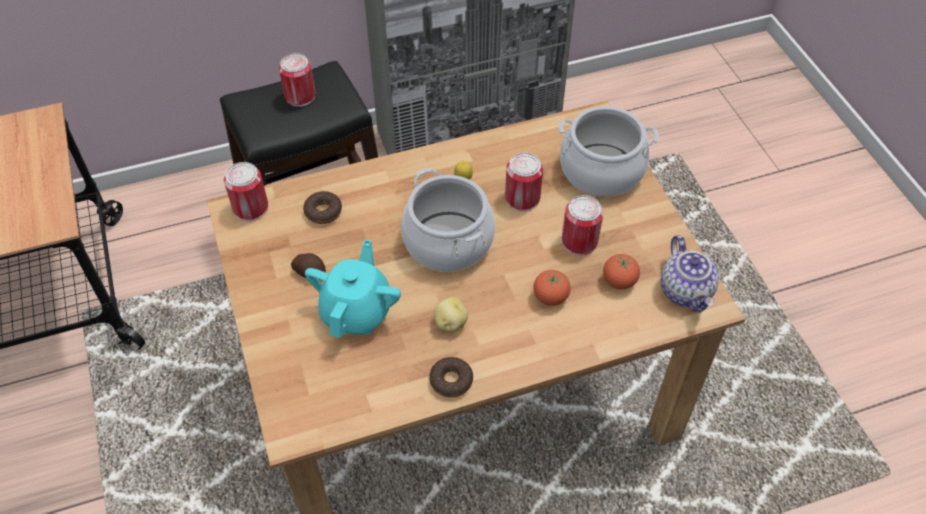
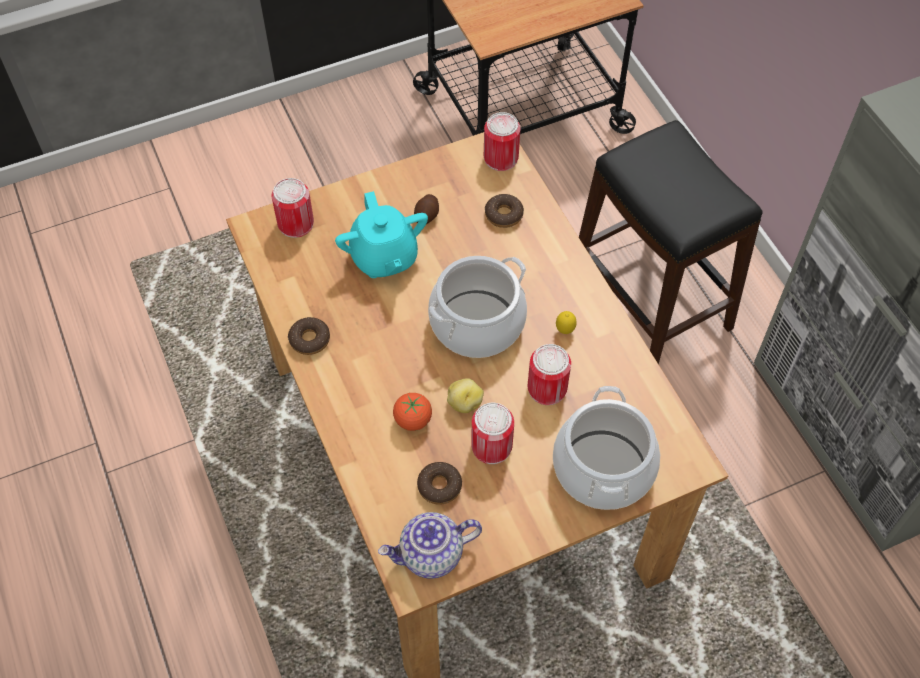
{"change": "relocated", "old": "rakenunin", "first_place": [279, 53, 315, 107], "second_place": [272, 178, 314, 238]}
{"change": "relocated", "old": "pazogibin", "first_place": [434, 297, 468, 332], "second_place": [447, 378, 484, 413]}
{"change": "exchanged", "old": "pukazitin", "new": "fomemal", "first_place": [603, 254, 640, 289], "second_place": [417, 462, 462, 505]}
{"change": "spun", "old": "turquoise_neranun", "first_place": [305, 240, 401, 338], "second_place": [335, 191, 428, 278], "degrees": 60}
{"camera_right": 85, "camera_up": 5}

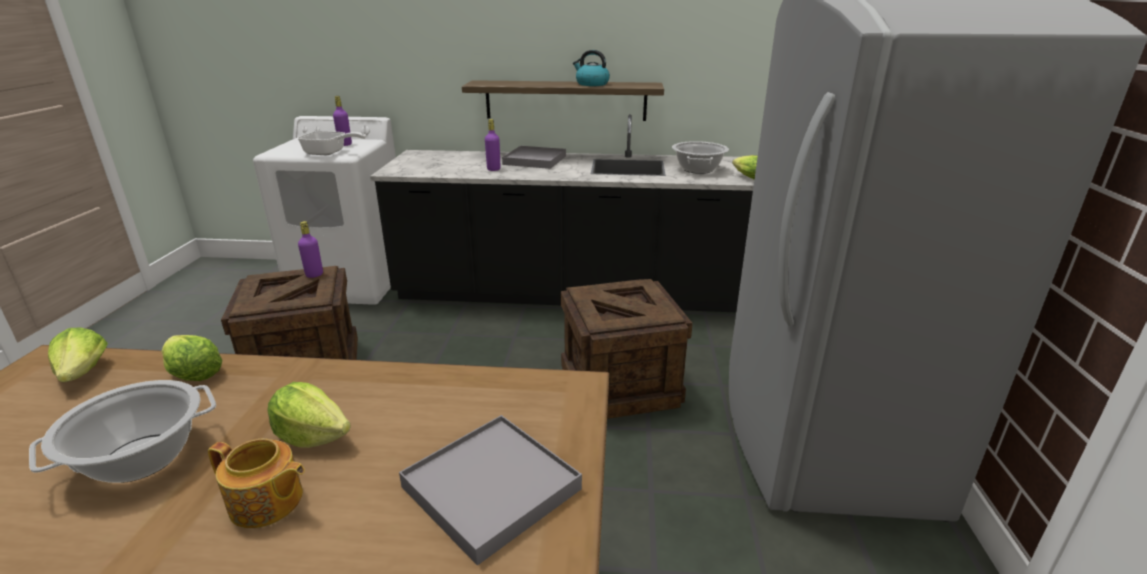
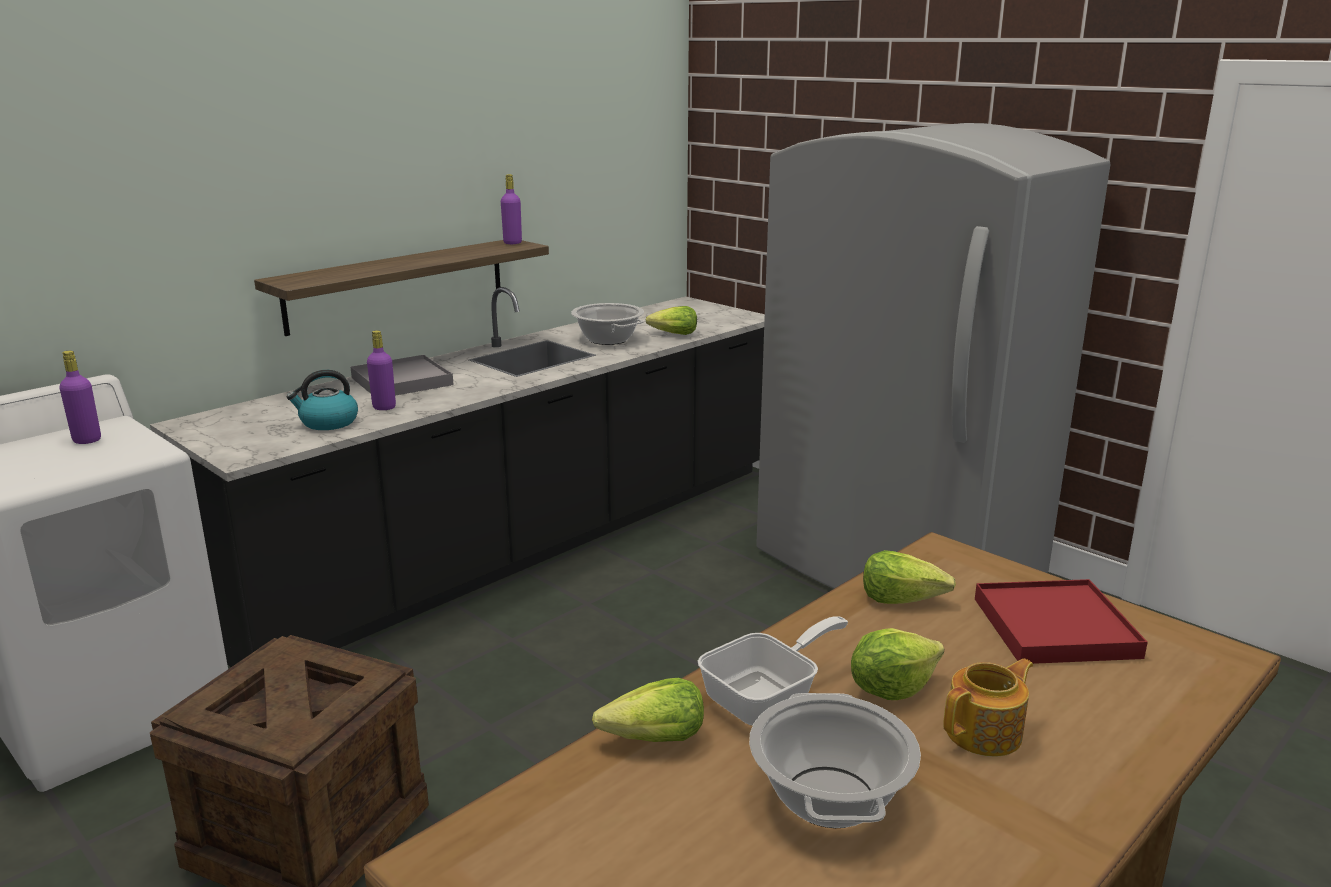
{"change": "missing", "old": "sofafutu", "first_place": [561, 279, 693, 419]}
{"change": "relocated", "old": "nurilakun", "first_place": [48, 328, 108, 382], "second_place": [863, 550, 956, 604]}
{"change": "relocated", "old": "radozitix", "first_place": [297, 131, 366, 155], "second_place": [698, 616, 848, 726]}
{"change": "relocated", "old": "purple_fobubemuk", "first_place": [298, 221, 323, 278], "second_place": [501, 174, 522, 244]}
{"change": "relocated", "old": "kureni", "first_place": [573, 50, 610, 86], "second_place": [286, 370, 358, 430]}
{"change": "colour", "old": "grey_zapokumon", "new": "red_zapokumon", "first_place": [399, 415, 582, 565], "second_place": [975, 579, 1148, 664]}
{"camera_right": -50, "camera_up": -5}

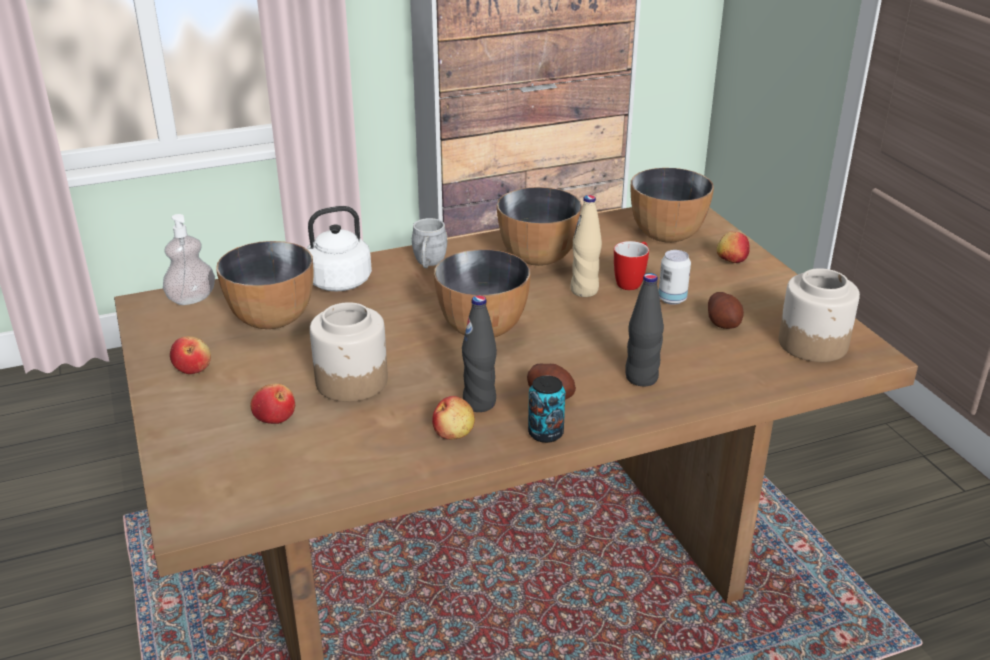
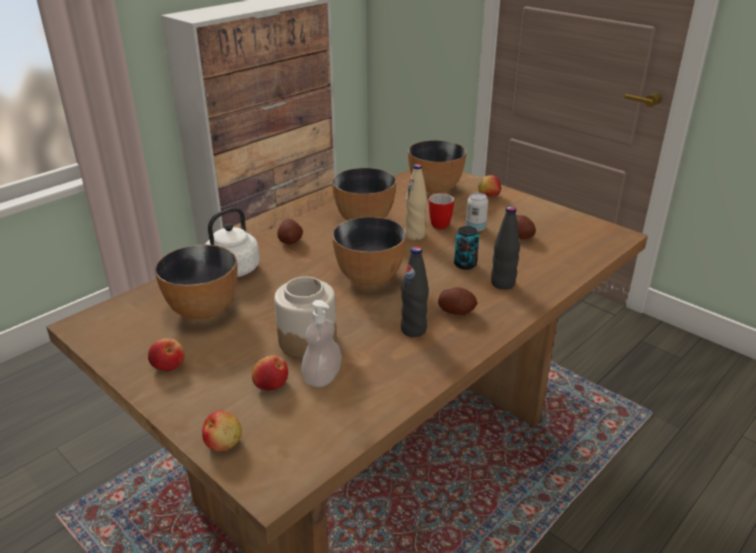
{"change": "missing", "old": "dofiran", "first_place": [779, 268, 860, 362]}
{"change": "relocated", "old": "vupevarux", "first_place": [163, 214, 215, 305], "second_place": [301, 300, 342, 387]}
{"change": "relocated", "old": "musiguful", "first_place": [432, 396, 475, 440], "second_place": [202, 410, 242, 452]}
{"change": "relocated", "old": "rakenunin", "first_place": [528, 375, 565, 443], "second_place": [454, 226, 479, 270]}
{"change": "exchanged", "old": "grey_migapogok", "new": "pazogibin", "first_place": [412, 218, 448, 268], "second_place": [277, 219, 303, 244]}
{"camera_right": -25, "camera_up": 0}

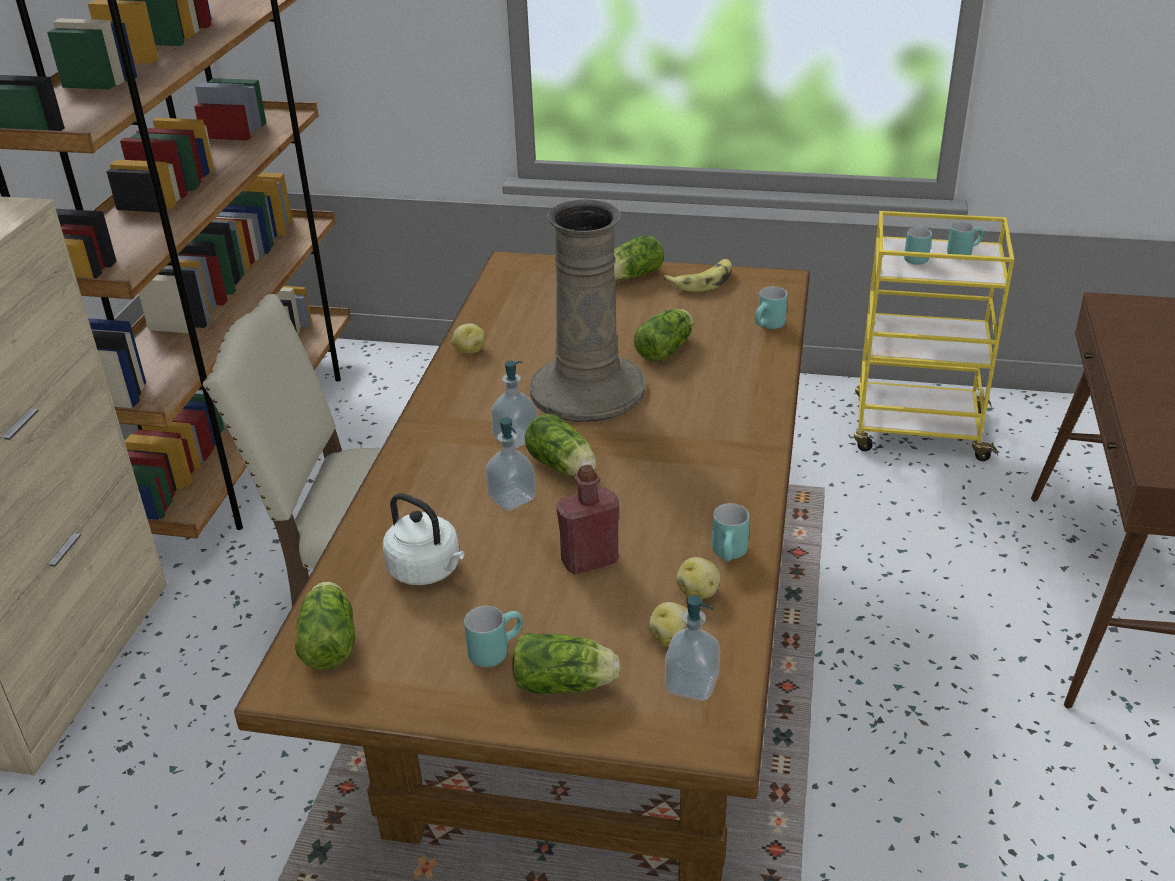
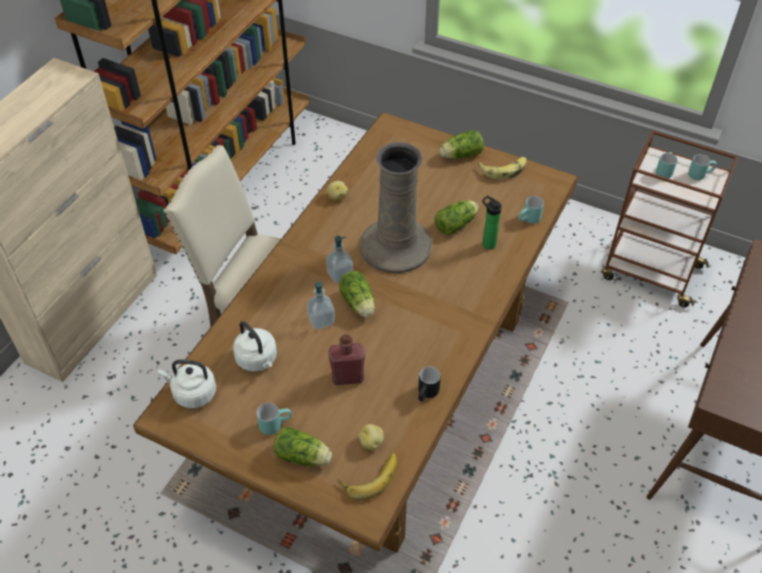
{"change": "missing", "old": "pazogibin", "first_place": [676, 557, 720, 599]}
{"change": "appeared", "new": "fobubemuk", "second_place": [482, 195, 502, 250]}
{"change": "exchanged", "old": "nurilakun", "new": "white_kureni", "first_place": [295, 582, 355, 670], "second_place": [158, 359, 216, 408]}
{"change": "exchanged", "old": "vupevarux", "new": "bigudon", "first_place": [665, 595, 720, 701], "second_place": [338, 453, 397, 500]}
{"change": "colour", "old": "turquoise_migapogok", "new": "black_migapogok", "first_place": [712, 503, 750, 562], "second_place": [418, 367, 441, 401]}
{"change": "colour", "old": "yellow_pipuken", "new": "brown_pipuken", "first_place": [854, 211, 1014, 461], "second_place": [602, 130, 738, 307]}
{"camera_right": 15, "camera_up": 15}

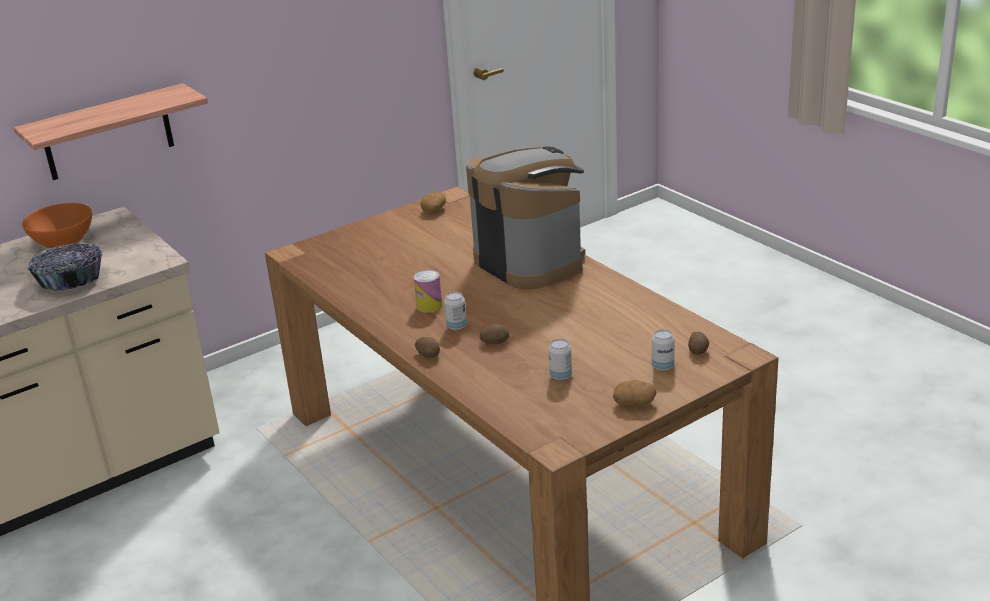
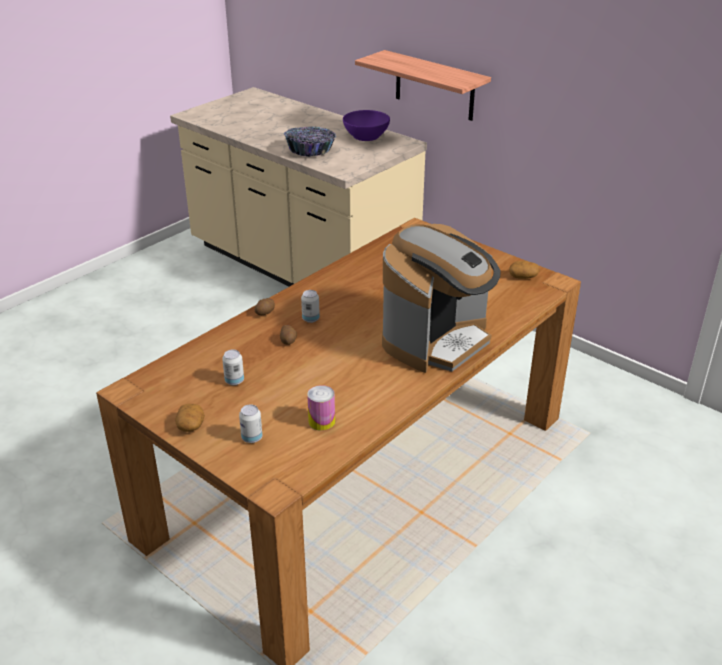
{"change": "missing", "old": "pazogibin", "first_place": [688, 332, 709, 355]}
{"change": "relocated", "old": "rakenunin", "first_place": [413, 270, 442, 313], "second_place": [307, 385, 335, 431]}
{"change": "colour", "old": "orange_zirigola", "new": "purple_zirigola", "first_place": [22, 203, 92, 248], "second_place": [343, 110, 390, 141]}
{"camera_right": 75, "camera_up": 5}

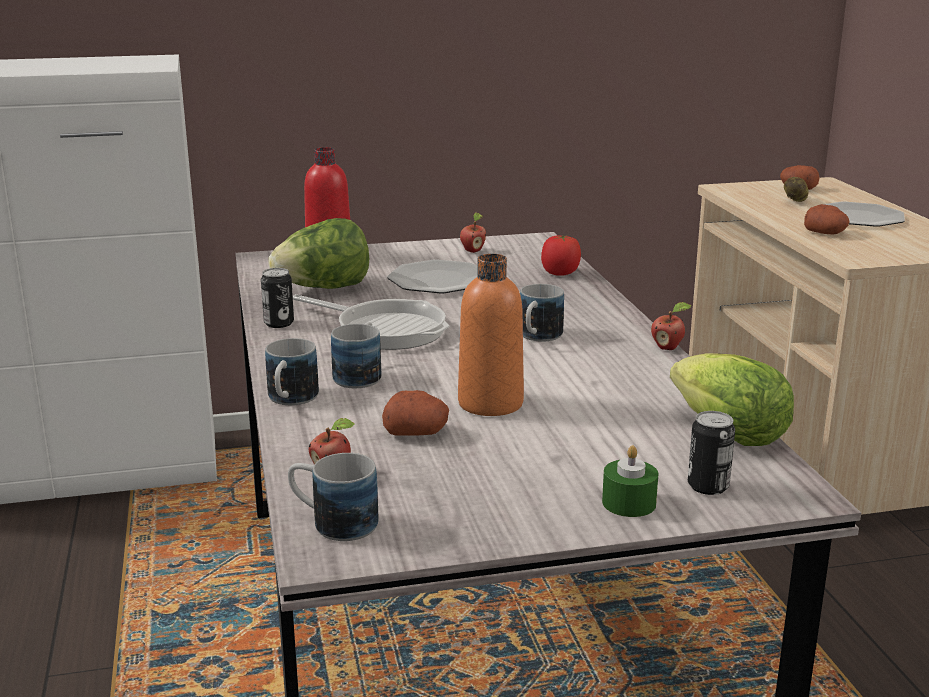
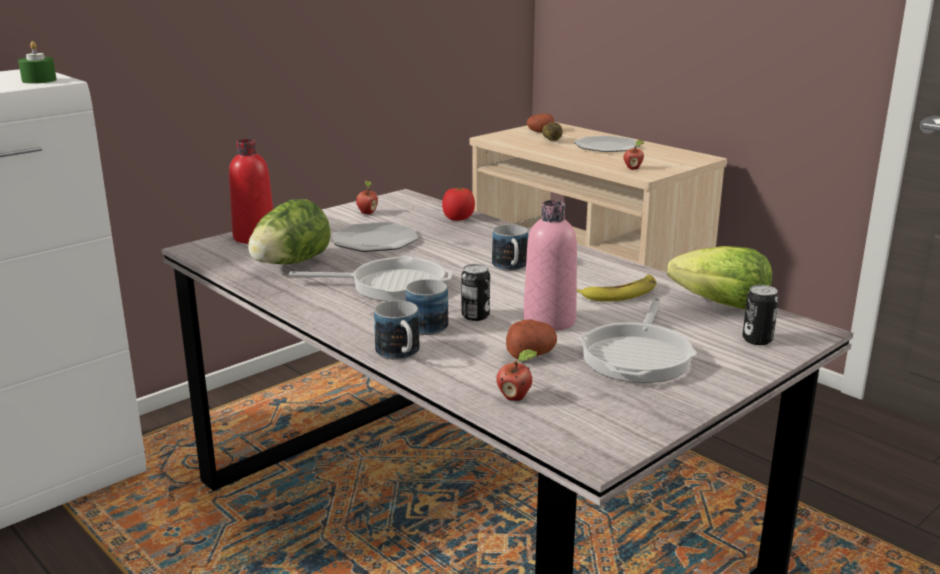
{"change": "missing", "old": "migapogok", "first_place": [288, 453, 379, 541]}
{"change": "missing", "old": "pazogibin", "first_place": [804, 204, 849, 235]}
{"change": "appeared", "new": "bigudon", "second_place": [577, 275, 657, 301]}
{"change": "appeared", "new": "radozitix", "second_place": [580, 298, 697, 383]}
{"change": "relocated", "old": "rakenunin", "first_place": [261, 268, 294, 328], "second_place": [461, 264, 490, 321]}
{"change": "relocated", "old": "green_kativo", "first_place": [602, 445, 659, 517], "second_place": [18, 41, 57, 84]}
{"change": "relocated", "old": "musiguful", "first_place": [651, 302, 691, 350], "second_place": [623, 140, 644, 170]}
{"change": "colour", "old": "orange_fobubemuk", "new": "pink_fobubemuk", "first_place": [458, 254, 524, 416], "second_place": [523, 200, 577, 331]}
{"camera_right": -30, "camera_up": 0}

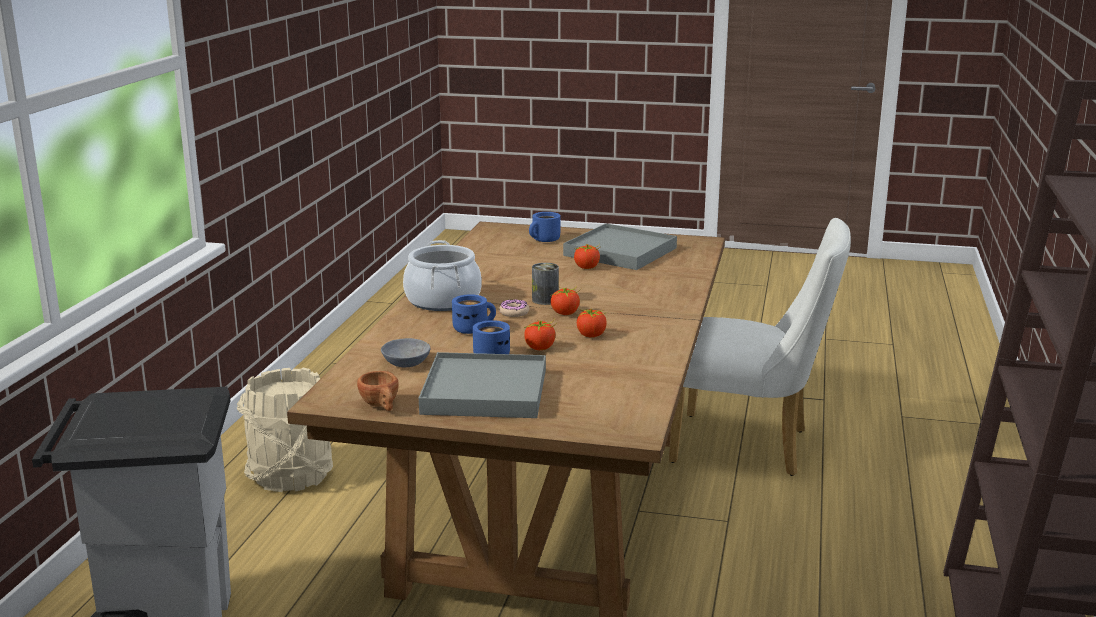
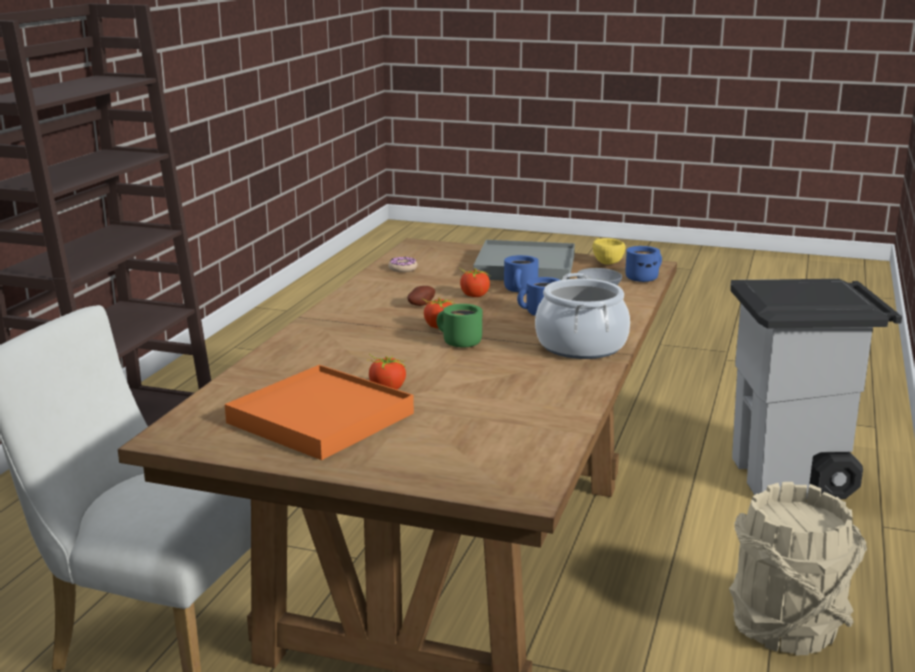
{"change": "relocated", "old": "fomemal", "first_place": [499, 299, 529, 317], "second_place": [388, 257, 417, 272]}
{"change": "relocated", "old": "blue_migapogok", "first_place": [529, 212, 560, 242], "second_place": [626, 246, 662, 282]}
{"change": "exchanged", "old": "rakenunin", "new": "green_migapogok", "first_place": [532, 263, 559, 305], "second_place": [437, 304, 482, 347]}
{"change": "exchanged", "old": "pukazitin", "new": "pazogibin", "first_place": [577, 309, 607, 338], "second_place": [407, 286, 435, 306]}
{"change": "colour", "old": "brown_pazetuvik", "new": "yellow_pazetuvik", "first_place": [357, 371, 399, 411], "second_place": [592, 238, 625, 265]}
{"change": "colour", "old": "grey_zapokumon", "new": "orange_zapokumon", "first_place": [563, 223, 677, 270], "second_place": [225, 365, 414, 460]}
{"camera_right": -175, "camera_up": 0}

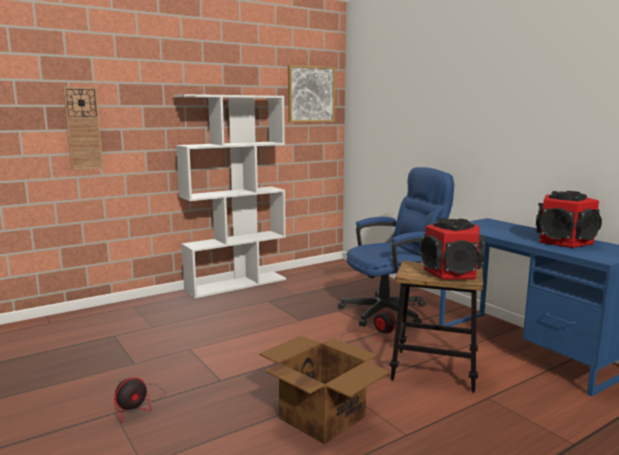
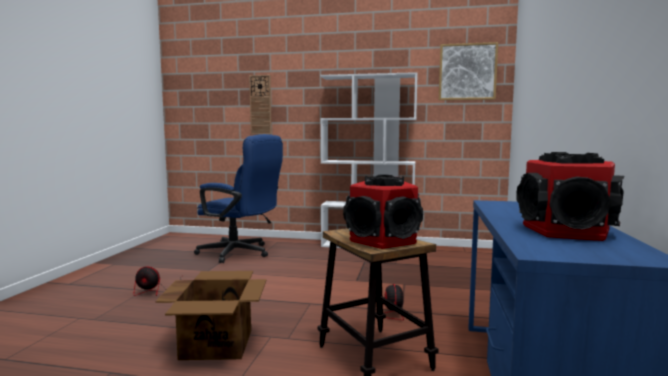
{"change": "relocated", "old": "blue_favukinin", "first_place": [338, 167, 454, 327], "second_place": [194, 134, 283, 263]}
{"camera_right": 45, "camera_up": -5}

